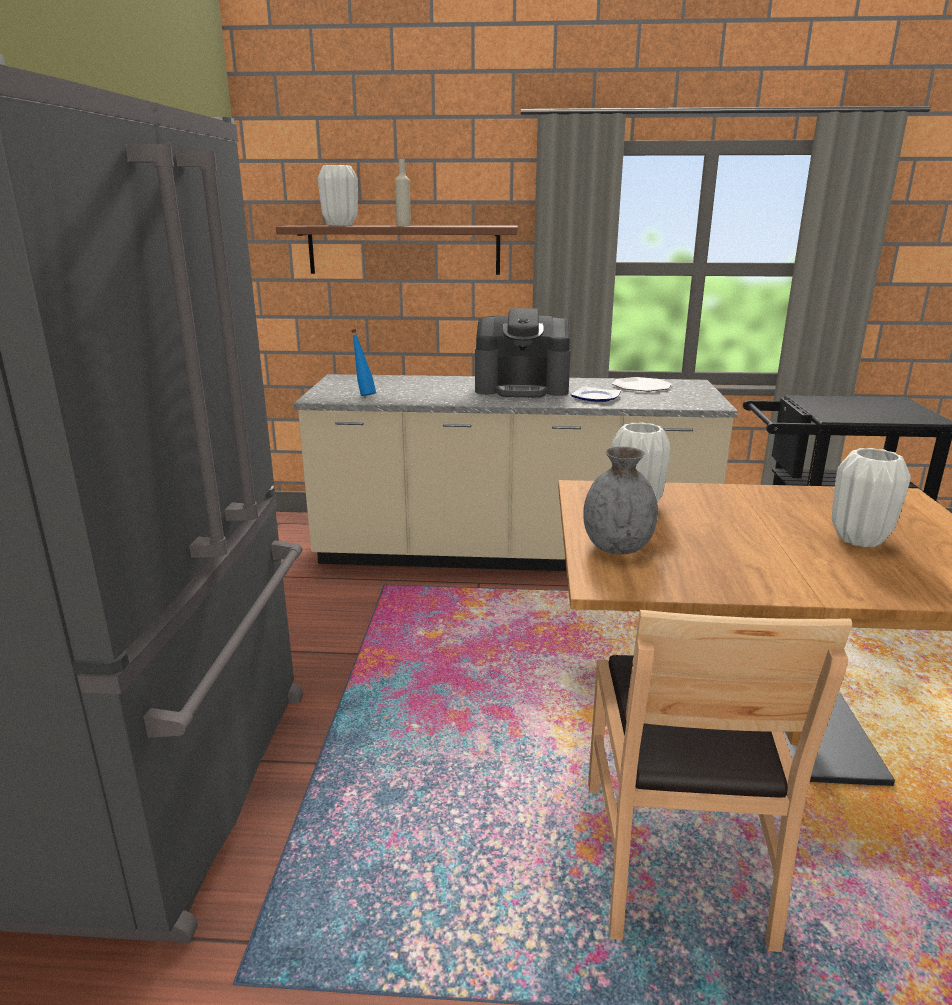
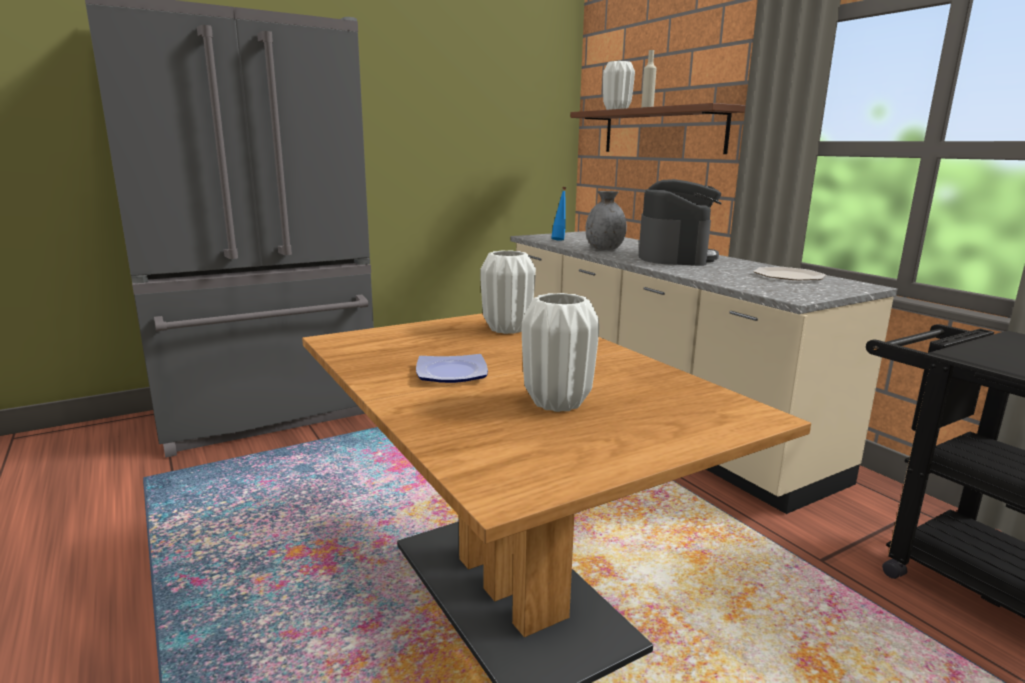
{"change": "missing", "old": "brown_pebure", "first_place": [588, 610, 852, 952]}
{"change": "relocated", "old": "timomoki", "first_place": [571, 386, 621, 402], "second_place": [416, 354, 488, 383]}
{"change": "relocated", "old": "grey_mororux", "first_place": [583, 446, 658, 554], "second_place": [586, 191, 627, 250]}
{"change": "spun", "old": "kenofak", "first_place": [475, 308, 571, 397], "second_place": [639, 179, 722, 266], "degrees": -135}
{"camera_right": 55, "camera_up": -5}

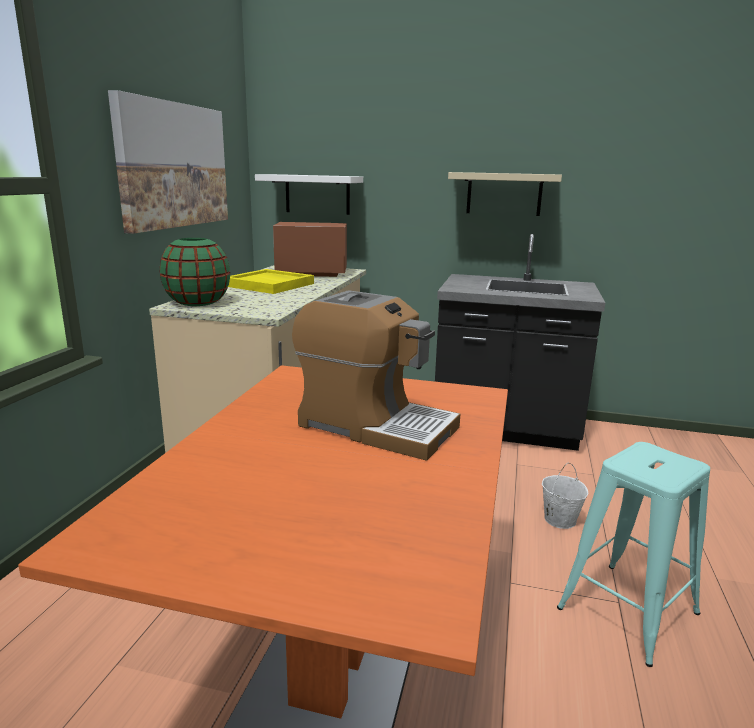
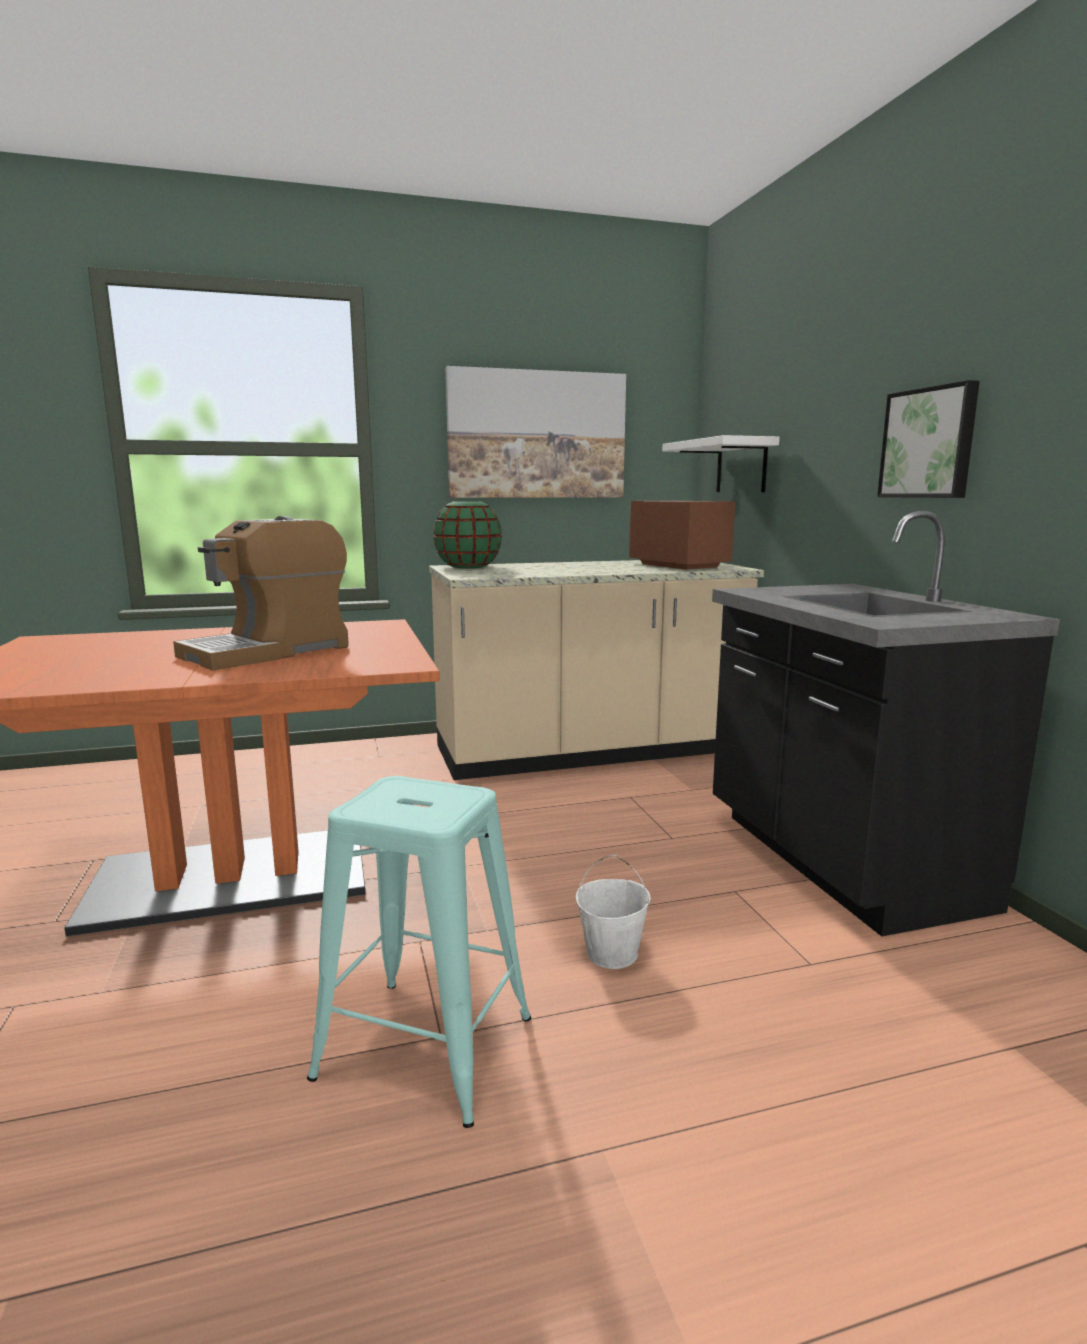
{"change": "missing", "old": "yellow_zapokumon", "first_place": [228, 269, 314, 294]}
{"change": "exchanged", "old": "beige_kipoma", "new": "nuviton", "first_place": [448, 172, 562, 216], "second_place": [877, 380, 980, 498]}
{"change": "spun", "old": "kenofak", "first_place": [292, 290, 460, 461], "second_place": [173, 516, 349, 671], "degrees": 45}
{"camera_right": 60, "camera_up": -5}

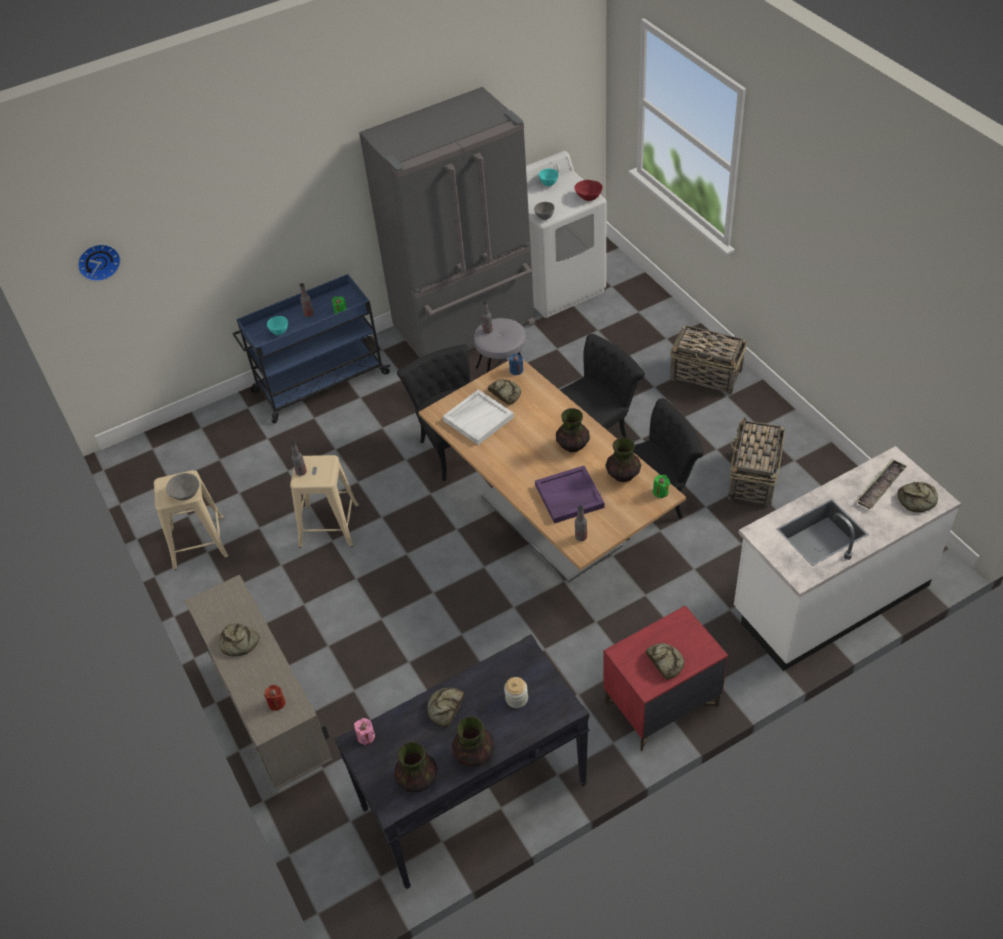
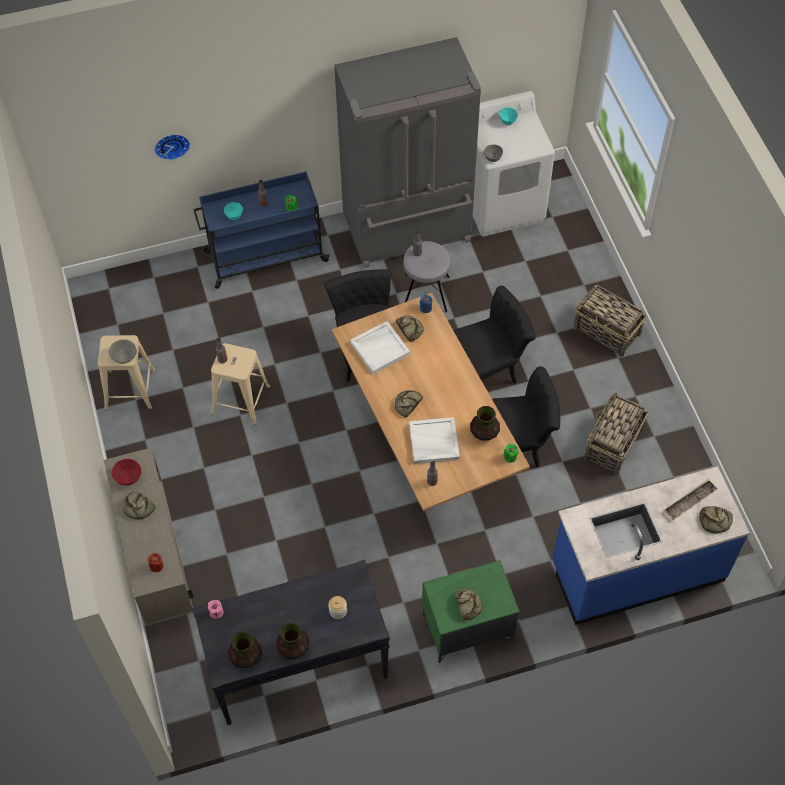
{"change": "missing", "old": "mororux", "first_place": [556, 408, 590, 452]}
{"change": "relocated", "old": "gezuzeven", "first_place": [78, 244, 121, 281], "second_place": [154, 134, 190, 160]}
{"change": "relocated", "old": "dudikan", "first_place": [427, 688, 464, 727], "second_place": [395, 390, 423, 417]}
{"change": "relocated", "old": "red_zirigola", "first_place": [575, 180, 603, 201], "second_place": [112, 459, 142, 485]}
{"change": "colour", "old": "purple_zapokumon", "new": "white_zapokumon", "first_place": [535, 466, 605, 524], "second_place": [409, 417, 460, 464]}
{"change": "colour", "old": "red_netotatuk", "new": "green_netotatuk", "first_place": [603, 605, 728, 751], "second_place": [422, 560, 519, 663]}
{"change": "colour", "old": "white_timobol", "new": "blue_timobol", "first_place": [734, 446, 961, 671], "second_place": [552, 466, 750, 625]}
{"camera_right": 10, "camera_up": 10}

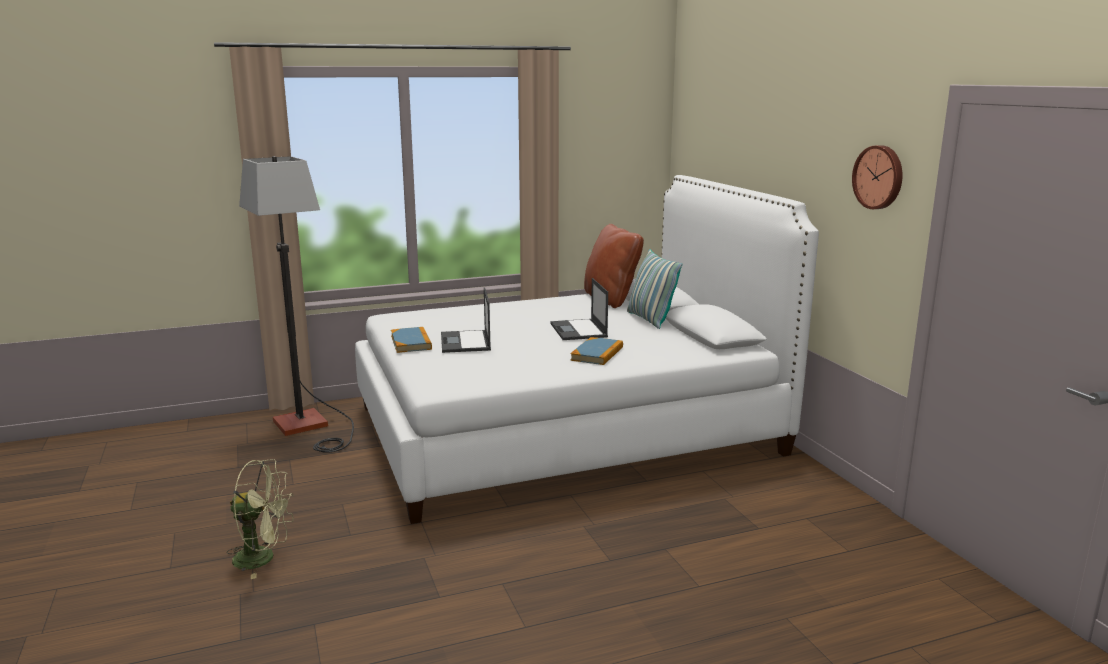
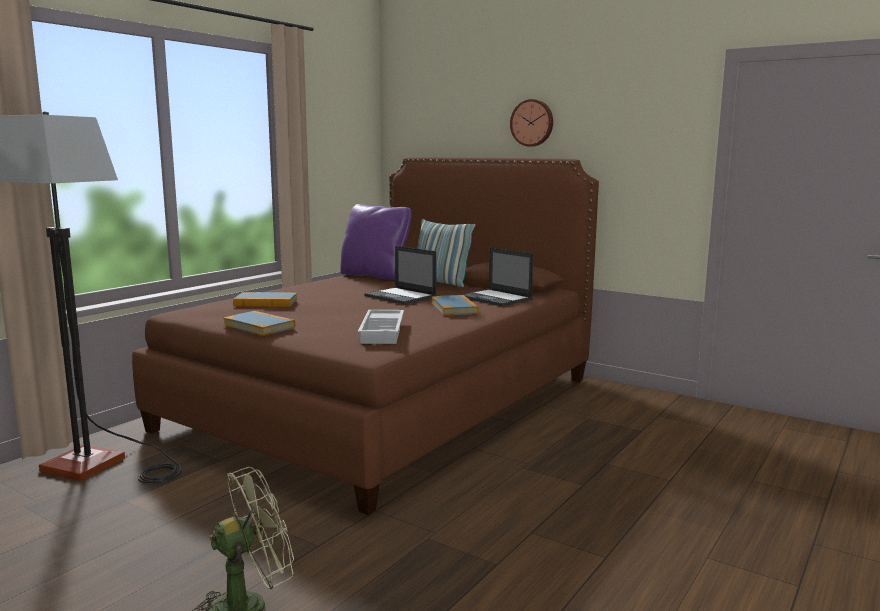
{"change": "appeared", "new": "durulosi", "second_place": [233, 292, 298, 307]}
{"change": "appeared", "new": "white_zapokumon", "second_place": [358, 310, 404, 344]}
{"change": "relocated", "old": "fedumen", "first_place": [441, 287, 491, 353], "second_place": [461, 248, 534, 306]}
{"change": "relocated", "old": "gezuzeven", "first_place": [852, 145, 902, 209], "second_place": [510, 99, 553, 147]}
{"change": "colour", "old": "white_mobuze", "new": "brown_mobuze", "first_place": [355, 175, 819, 524], "second_place": [132, 157, 599, 515]}
{"change": "colour", "old": "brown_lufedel", "new": "purple_lufedel", "first_place": [584, 224, 644, 308], "second_place": [340, 204, 412, 280]}
{"camera_right": -35, "camera_up": -5}

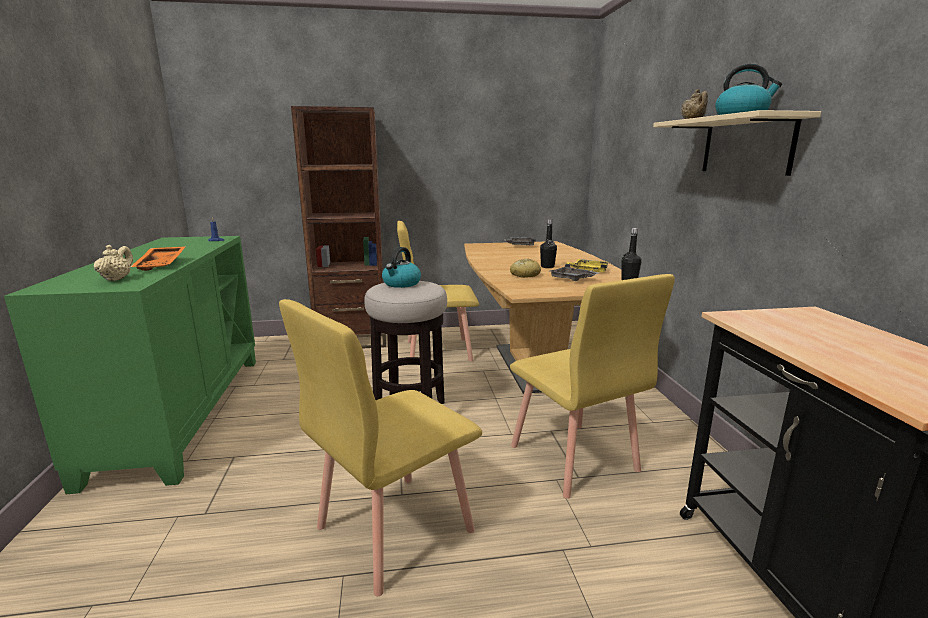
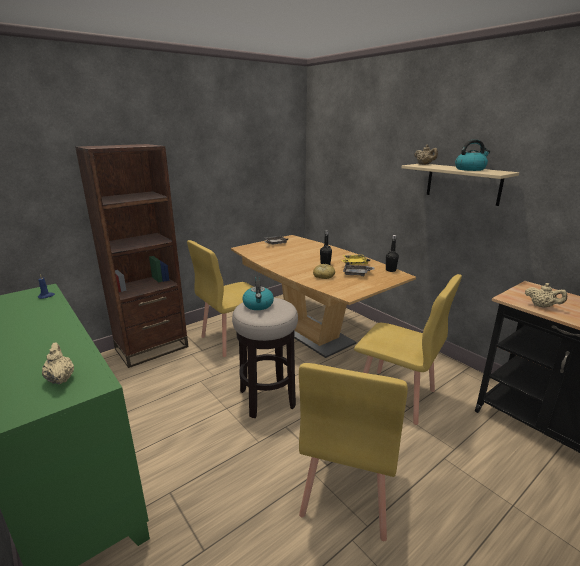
{"change": "missing", "old": "orange_zapokumon", "first_place": [131, 246, 186, 271]}
{"change": "appeared", "new": "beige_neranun", "second_place": [525, 283, 567, 308]}
{"camera_right": -30, "camera_up": 5}

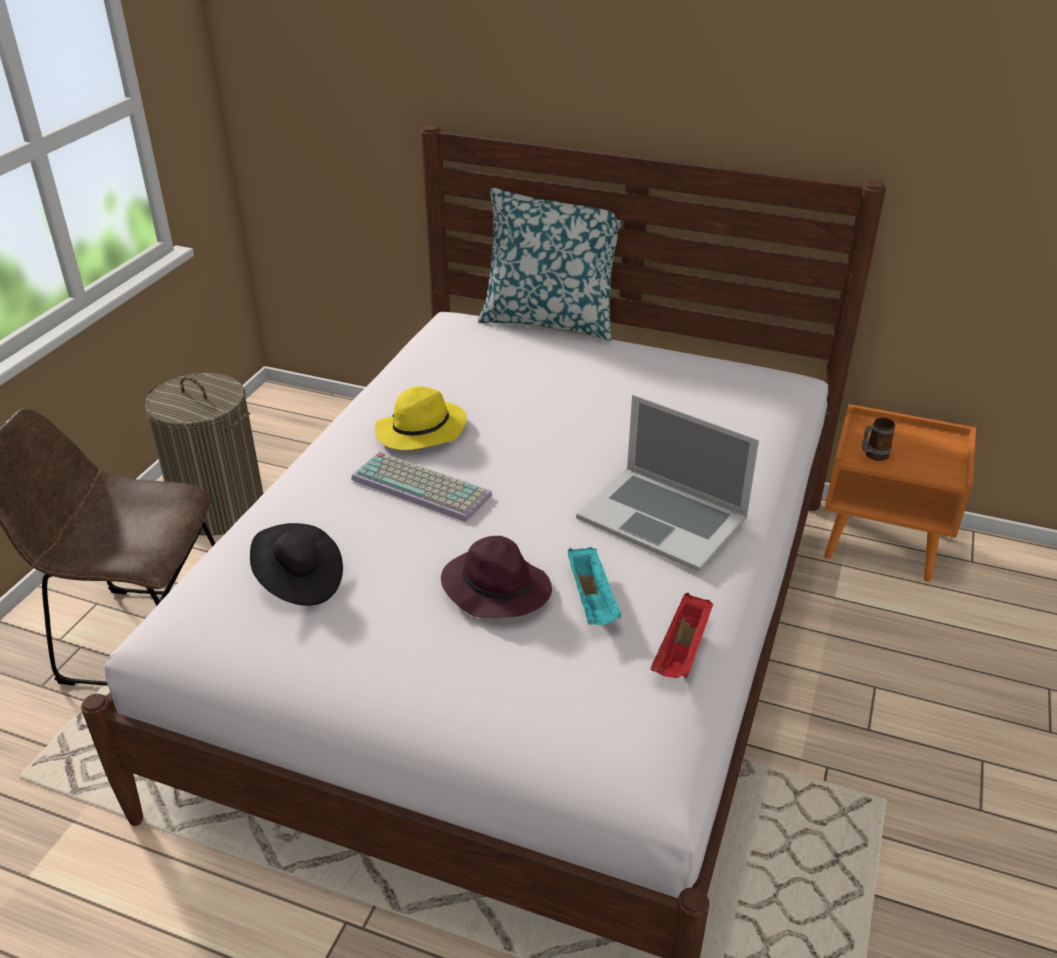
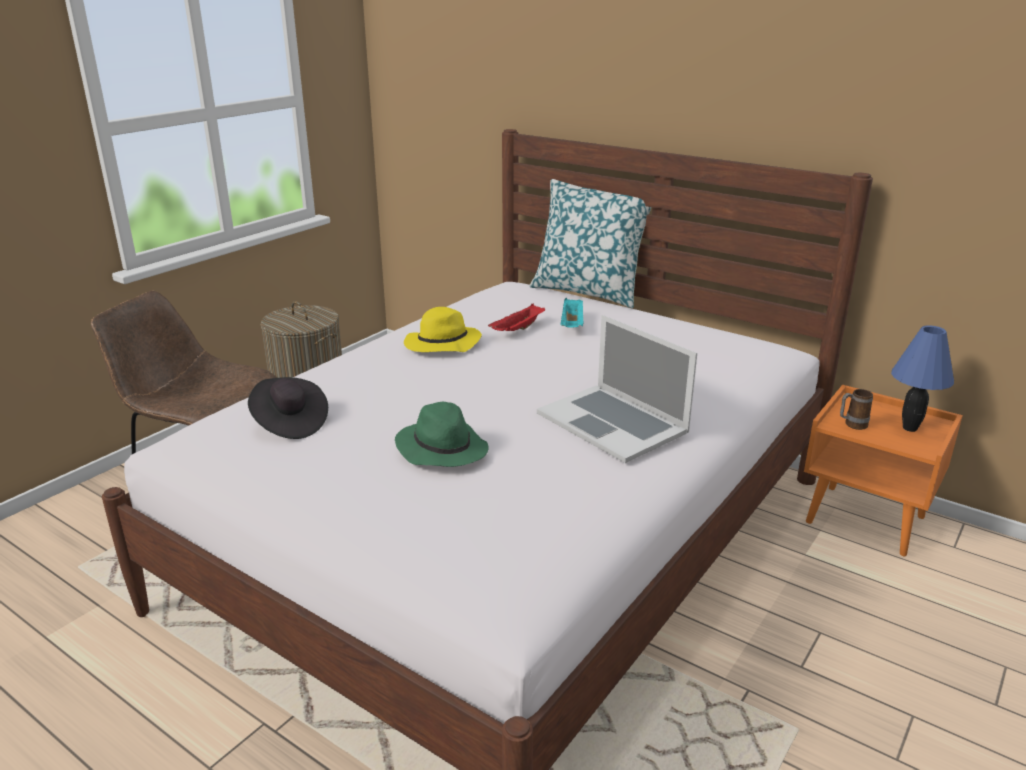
{"change": "missing", "old": "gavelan", "first_place": [351, 452, 492, 522]}
{"change": "appeared", "new": "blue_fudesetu", "second_place": [891, 325, 954, 432]}
{"change": "relocated", "old": "turquoise_zapokumon", "first_place": [567, 547, 622, 625], "second_place": [560, 298, 584, 328]}
{"change": "relocated", "old": "red_zapokumon", "first_place": [651, 593, 713, 678], "second_place": [488, 304, 546, 331]}
{"change": "colour", "old": "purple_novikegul", "new": "green_novikegul", "first_place": [441, 536, 552, 618], "second_place": [395, 402, 489, 467]}
{"camera_right": 15, "camera_up": -10}

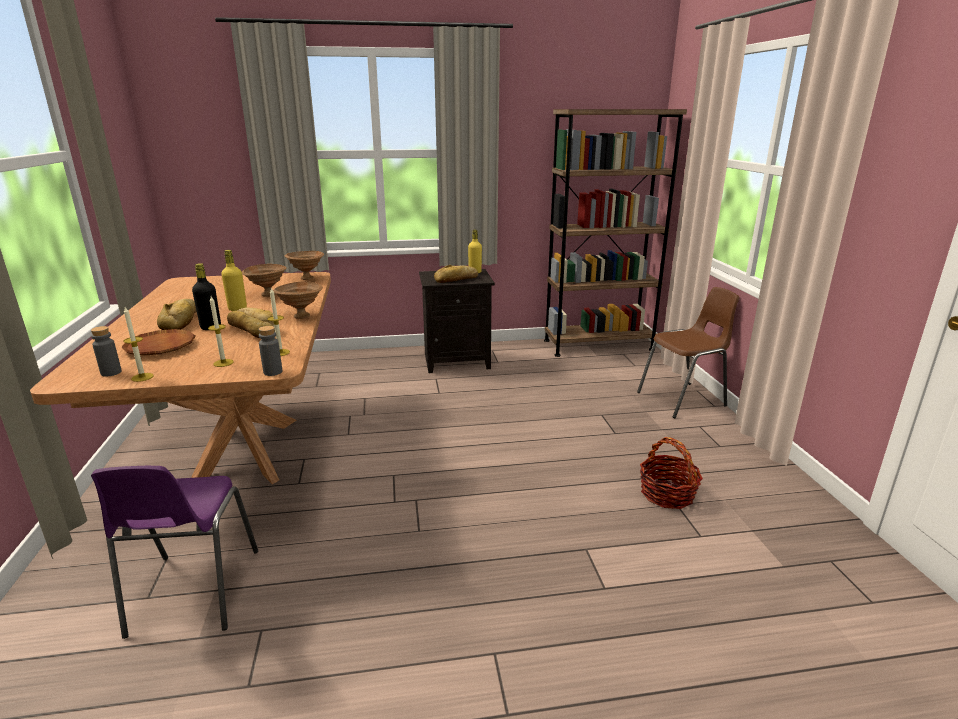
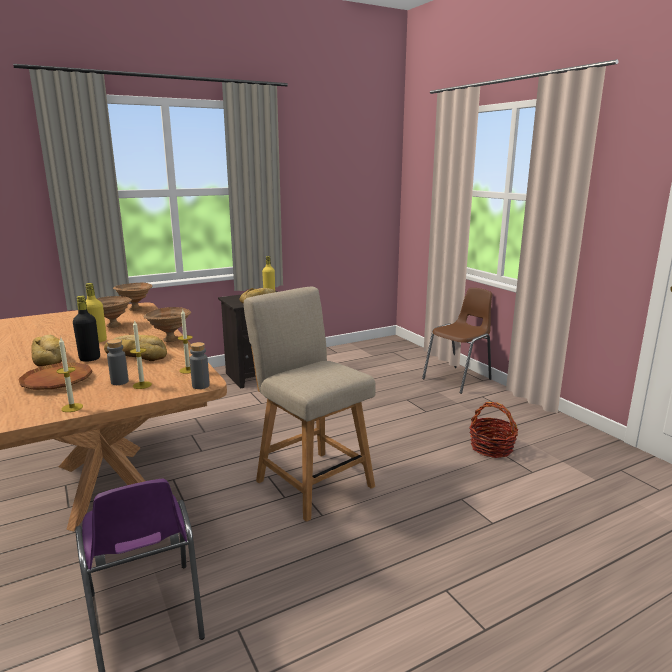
{"change": "missing", "old": "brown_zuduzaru", "first_place": [544, 109, 687, 357]}
{"change": "appeared", "new": "beige_pebure", "second_place": [244, 287, 376, 522]}
{"change": "relocated", "old": "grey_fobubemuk", "first_place": [91, 326, 122, 377], "second_place": [107, 339, 129, 385]}
{"camera_right": -20, "camera_up": -5}

